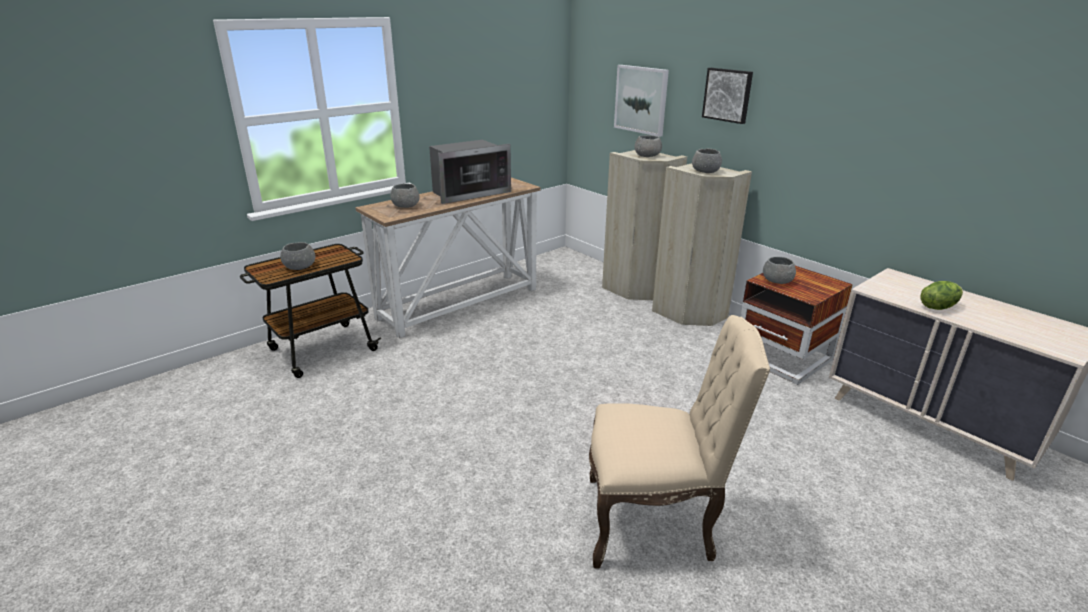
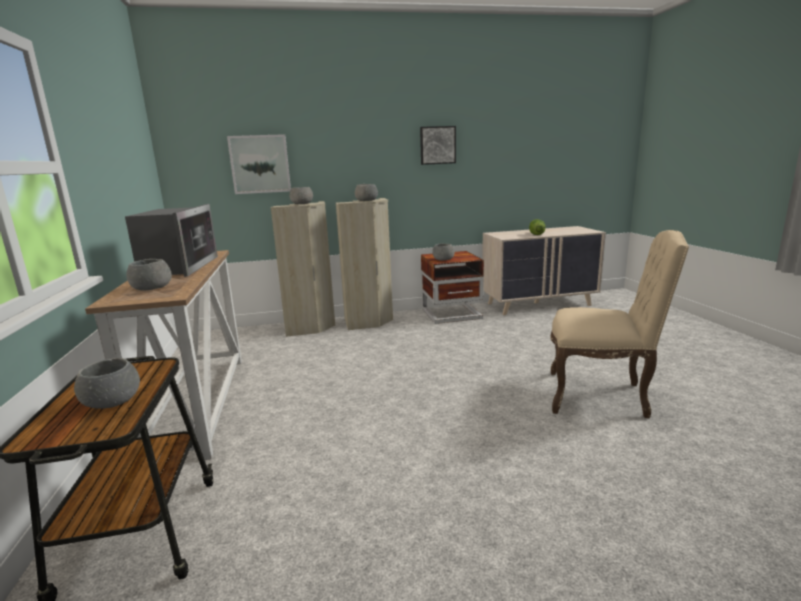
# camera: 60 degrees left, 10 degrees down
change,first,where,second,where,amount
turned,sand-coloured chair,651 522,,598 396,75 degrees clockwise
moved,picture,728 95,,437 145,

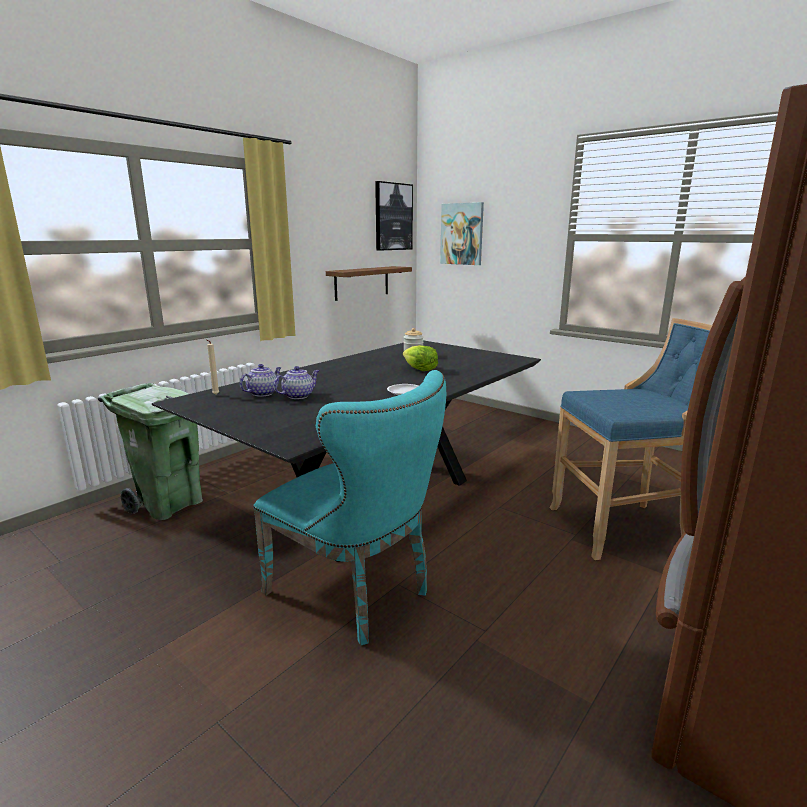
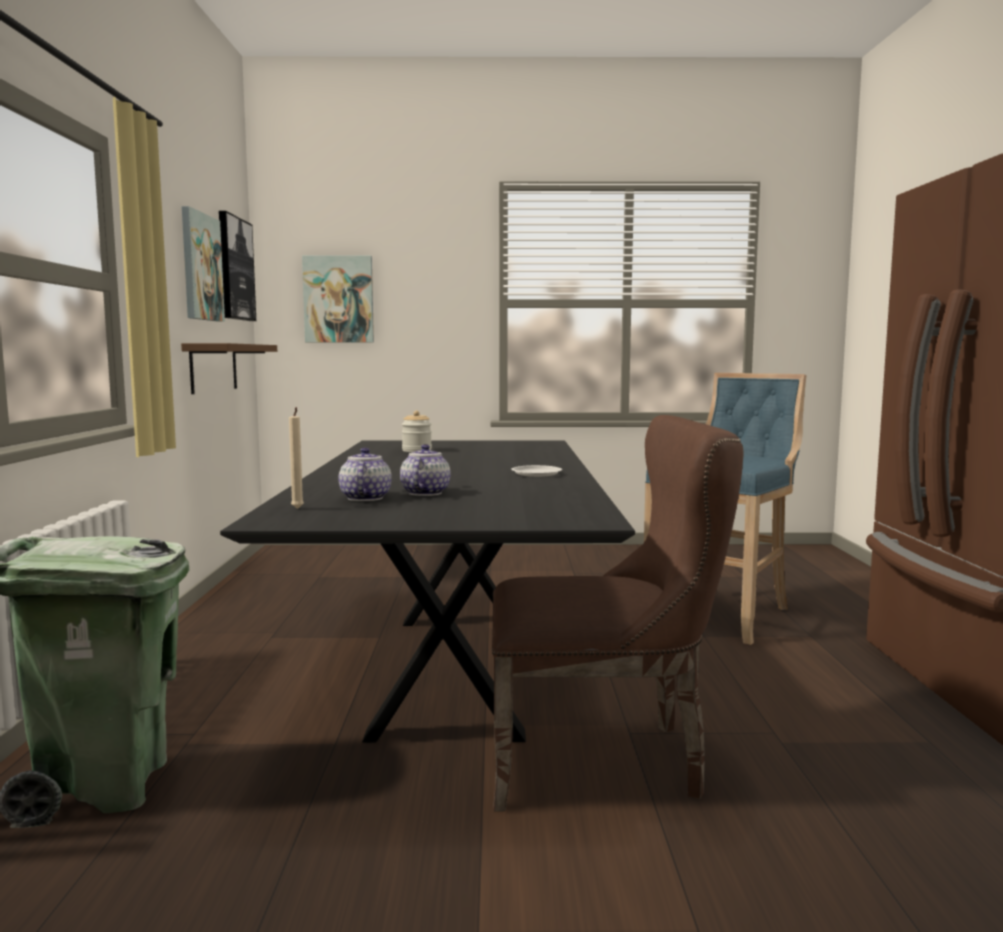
# camera: 40 degrees left, 10 degrees down
change,first,where,second,where,amount
recoloured,turquoise chair,357 593,brown chair,606 759,
removed,lettuce,419 369,,,
added,,,picture,200 267,

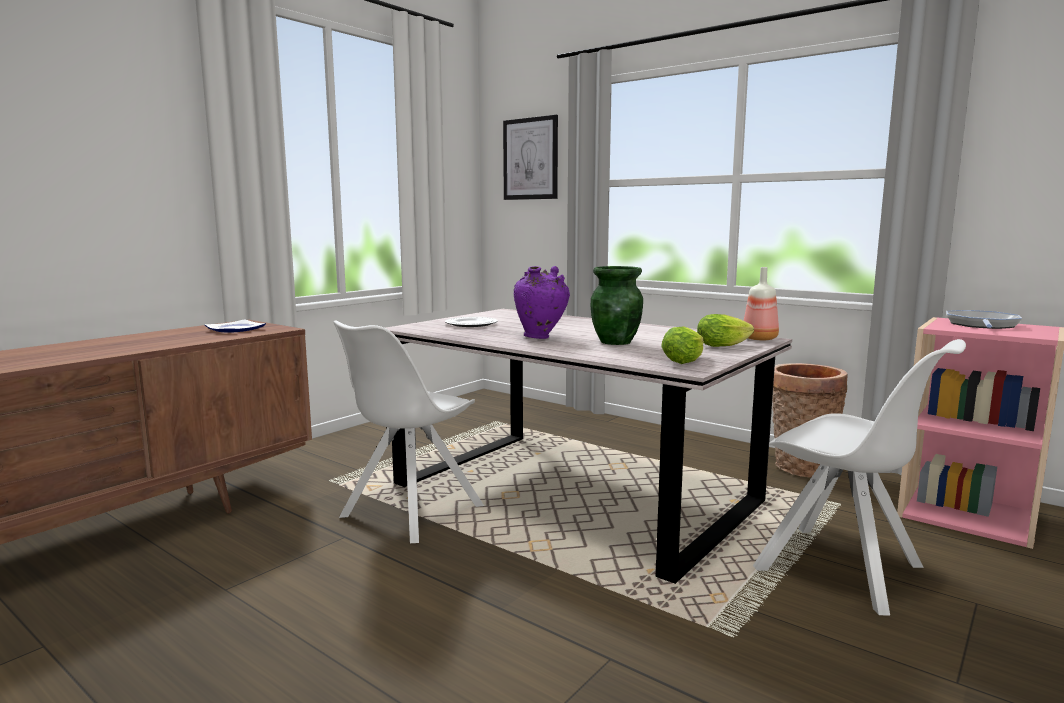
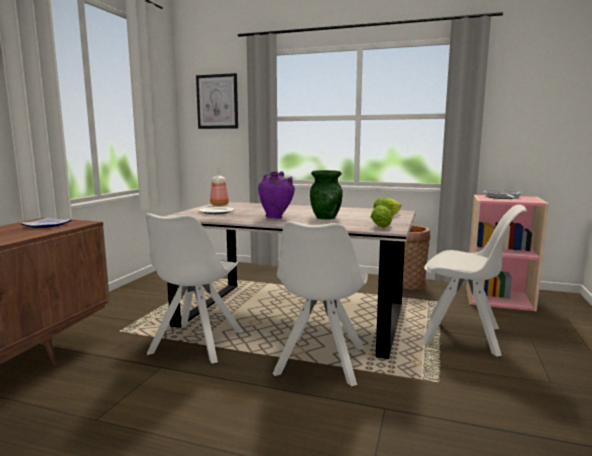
# camera: 20 degrees left, 0 degrees up
change,first,where,second,where,amount
moved,beverage bottle,760 338,,220 205,
added,,,white chair,319 362,

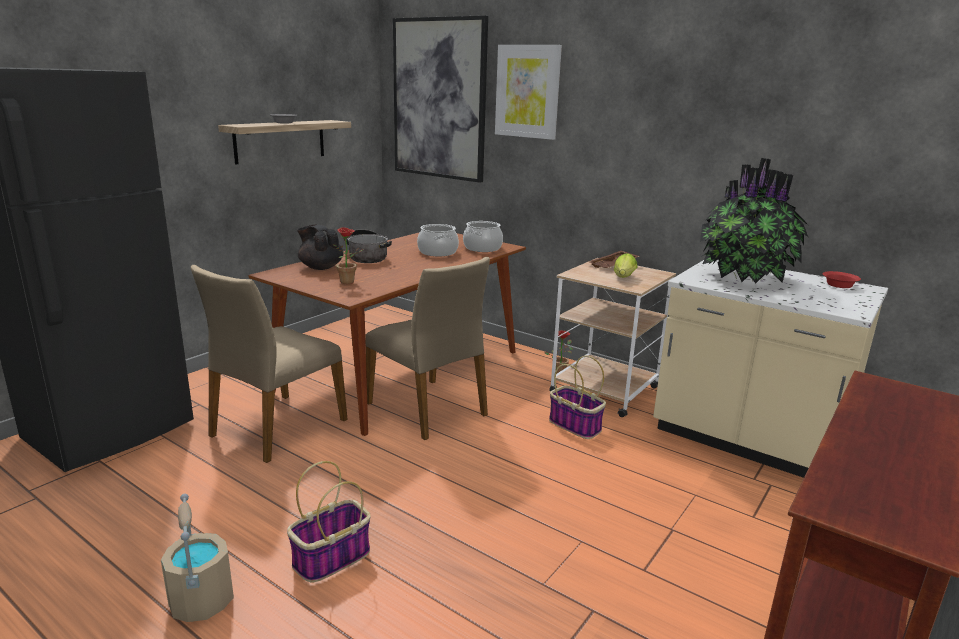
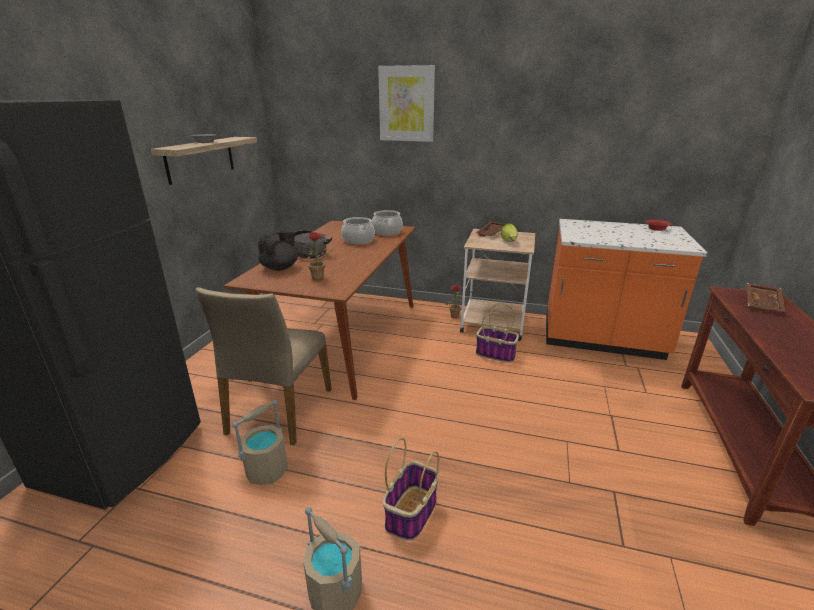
# camera: 20 degrees left, 5 degrees up
change,first,where,second,where,amount
turned,black pot for tea,320 267,,280 268,105 degrees clockwise
removed,sand-coloured chair,428 409,,,
removed,picture,439 99,,,
recoloured,sand-coloured kitchen counter,747 440,orange kitchen counter,602 340,
removed,houseplant,744 278,,,
added,,,sand-coloured bucket,267 470,
added,,,brown tray,763 304,

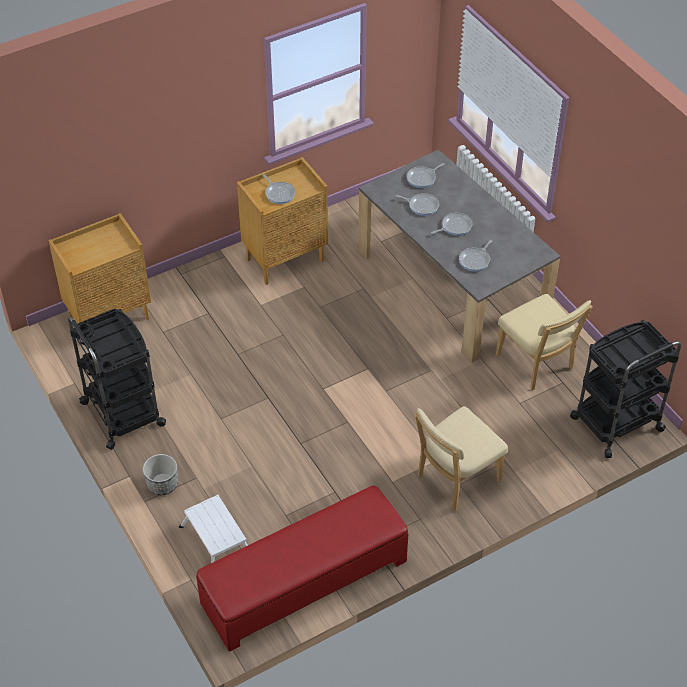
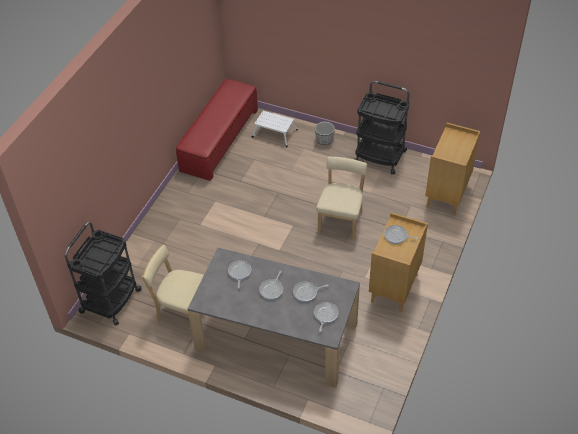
# camera: 145 degrees right, 0 degrees up
change,first,where,second,where,amount
moved,sand-coloured chair,455 480,,341 221,

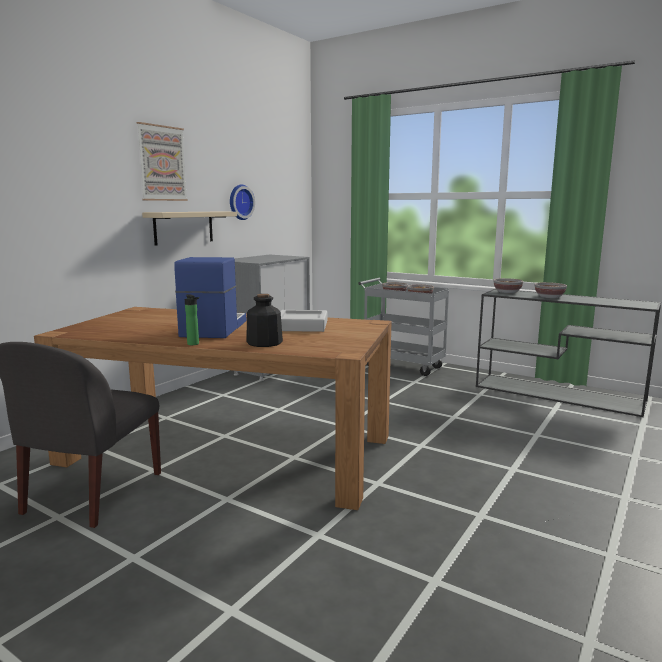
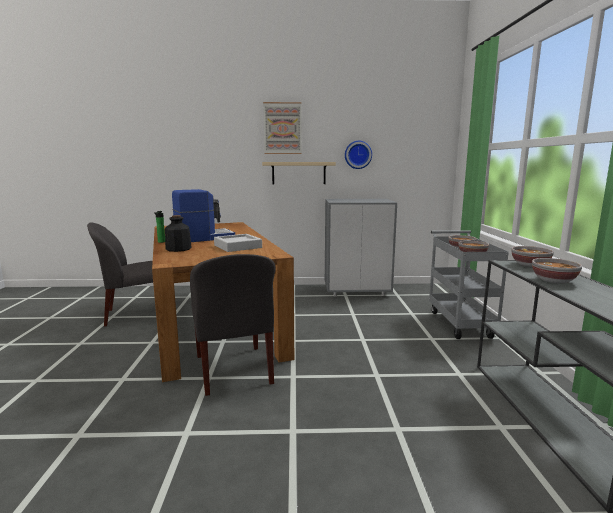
# camera: 55 degrees right, 0 degrees up
change,first,where,second,where,amount
added,,,greyish chair,234 371,

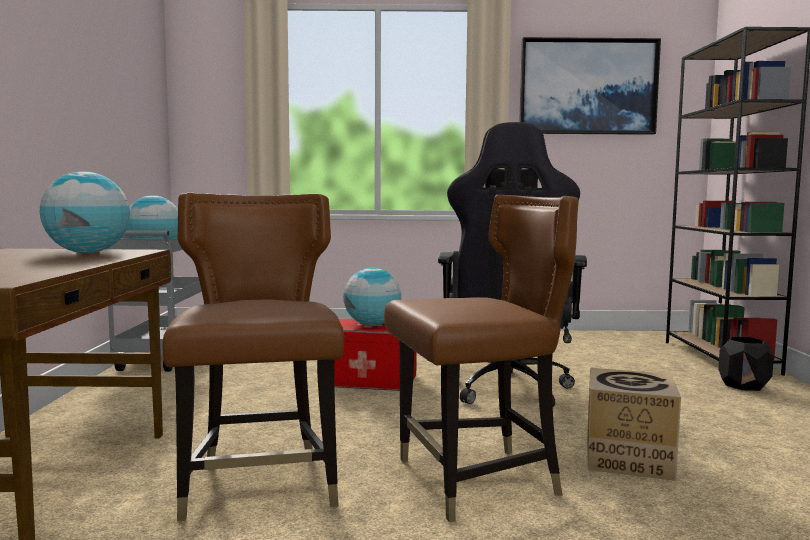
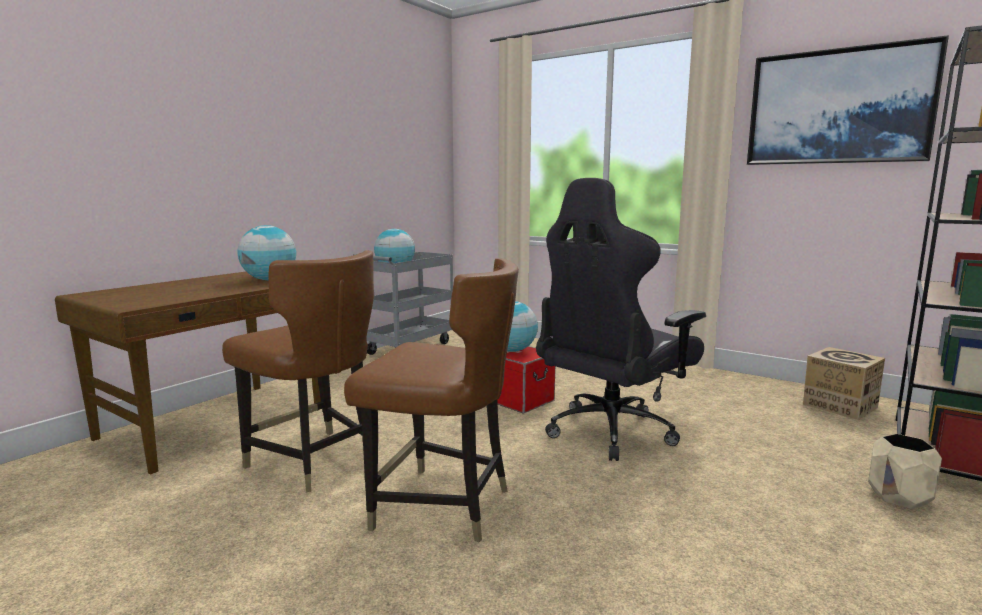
# camera: 35 degrees right, 5 degrees up
change,first,where,second,where,amount
turned,brown chair,261 485,,314 461,105 degrees clockwise
moved,carton,628 458,,839 405,
recoloured,black flower pot,744 386,sand-coloured flower pot,900 497,

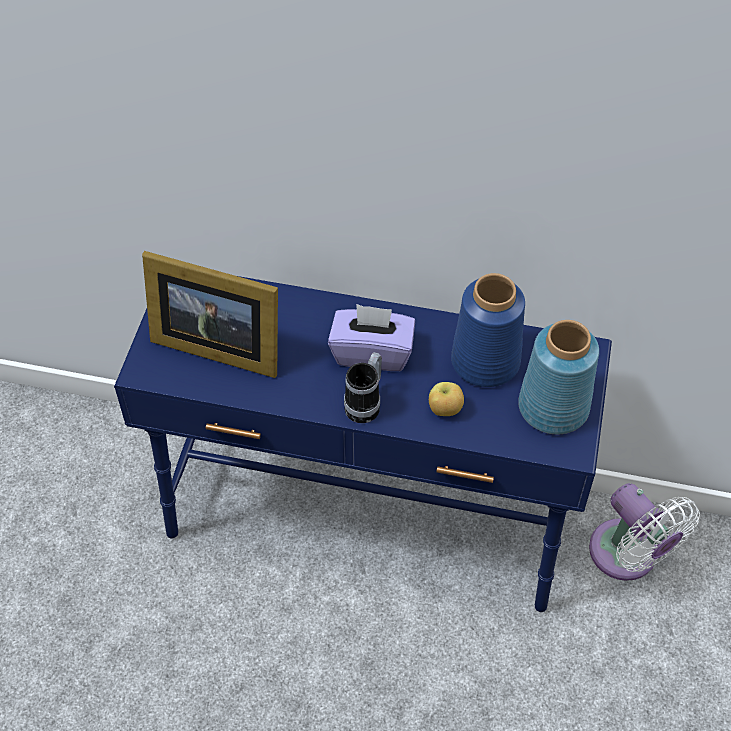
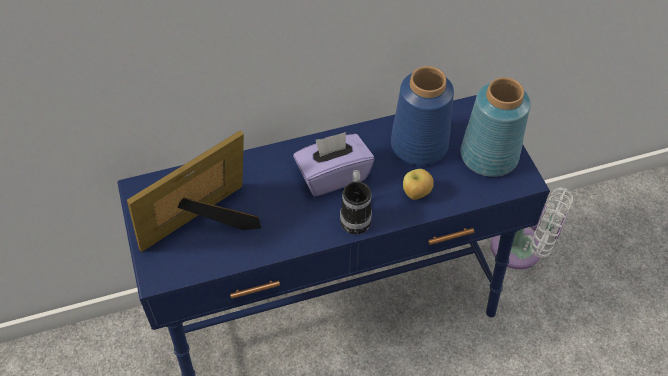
# camera: 30 degrees left, 0 degrees up
change,first,where,second,where,amount
turned,standing frame,215 343,,204 224,150 degrees clockwise

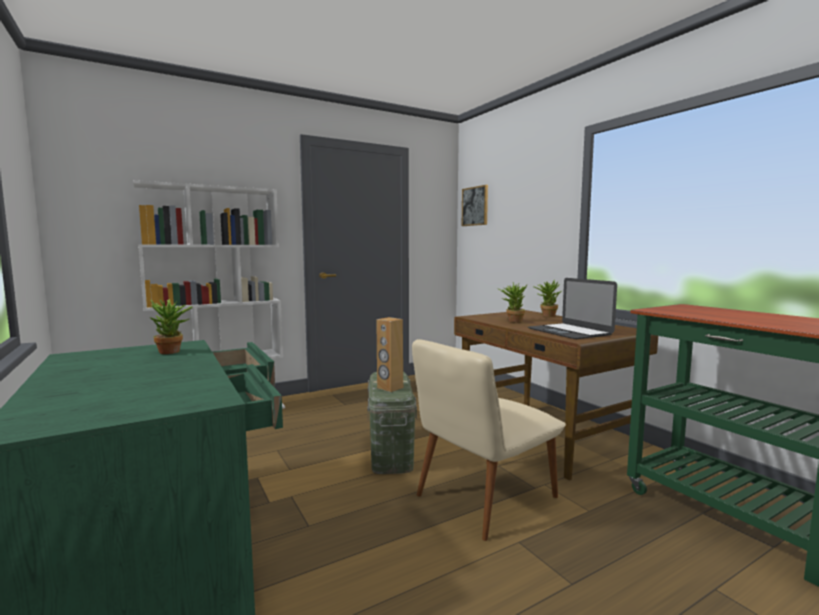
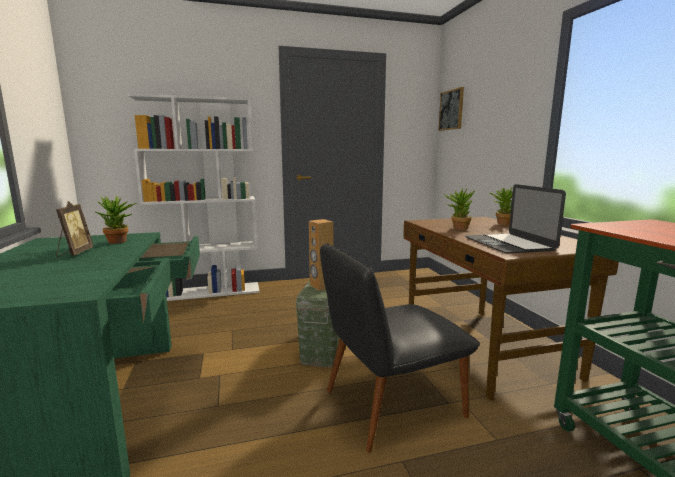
# camera: 15 degrees right, 5 degrees up
change,first,where,second,where,amount
recoloured,sand-coloured chair,486 496,black chair,393 403,
added,,,standing frame,74 253,

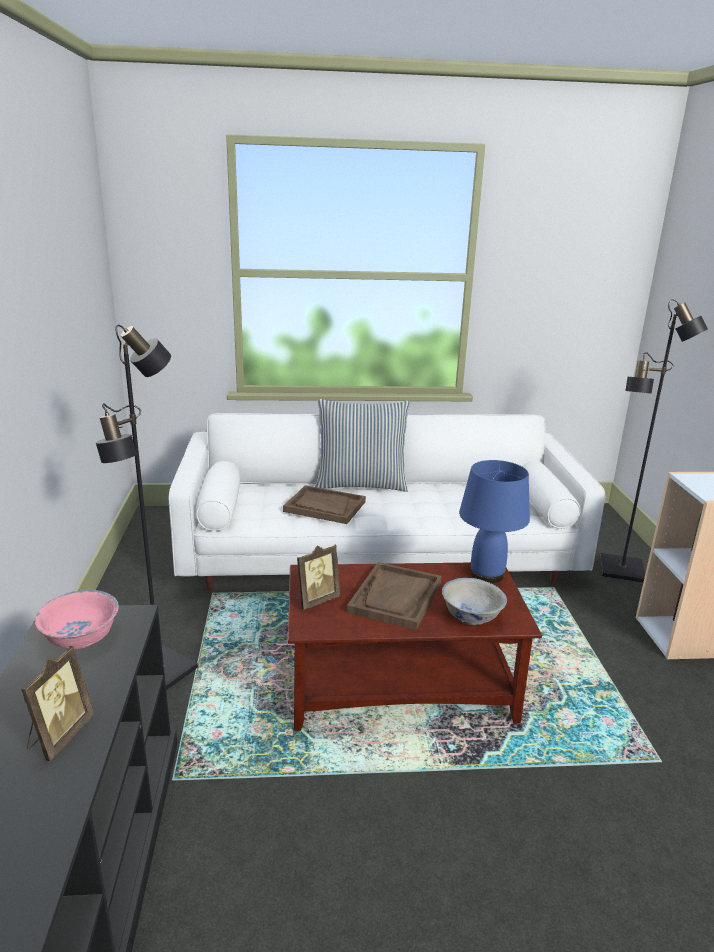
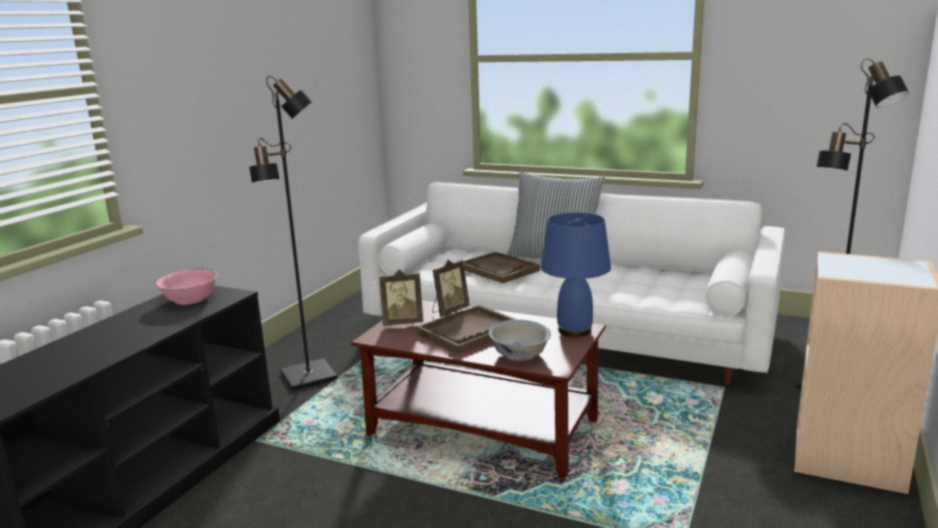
# camera: 30 degrees right, 5 degrees down
change,first,where,second,where,amount
moved,standing frame,59 736,,449 311,

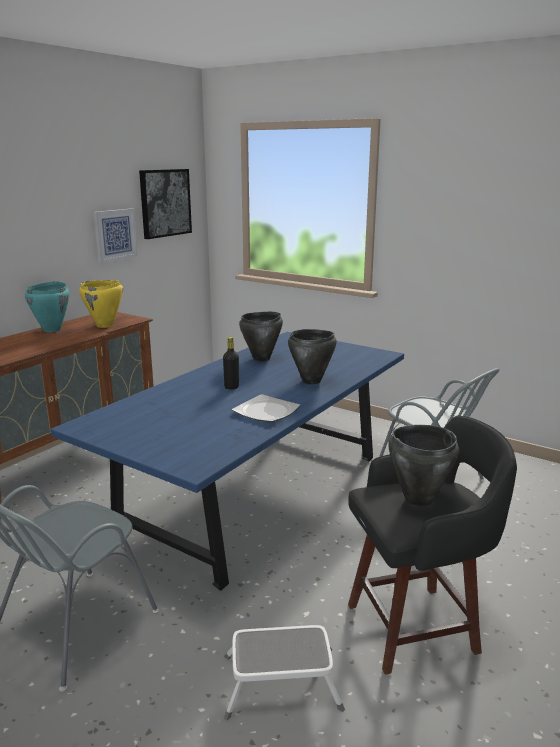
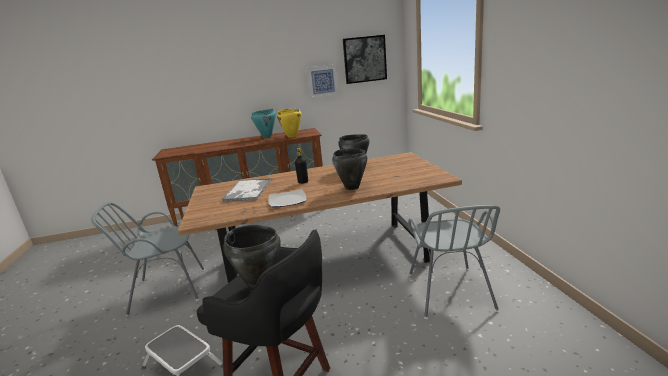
# camera: 45 degrees right, 0 degrees up
change,first,where,second,where,amount
recoloured,bluish dinner table,256 493,brown dinner table,326 258,
added,,,tray,247 191,

